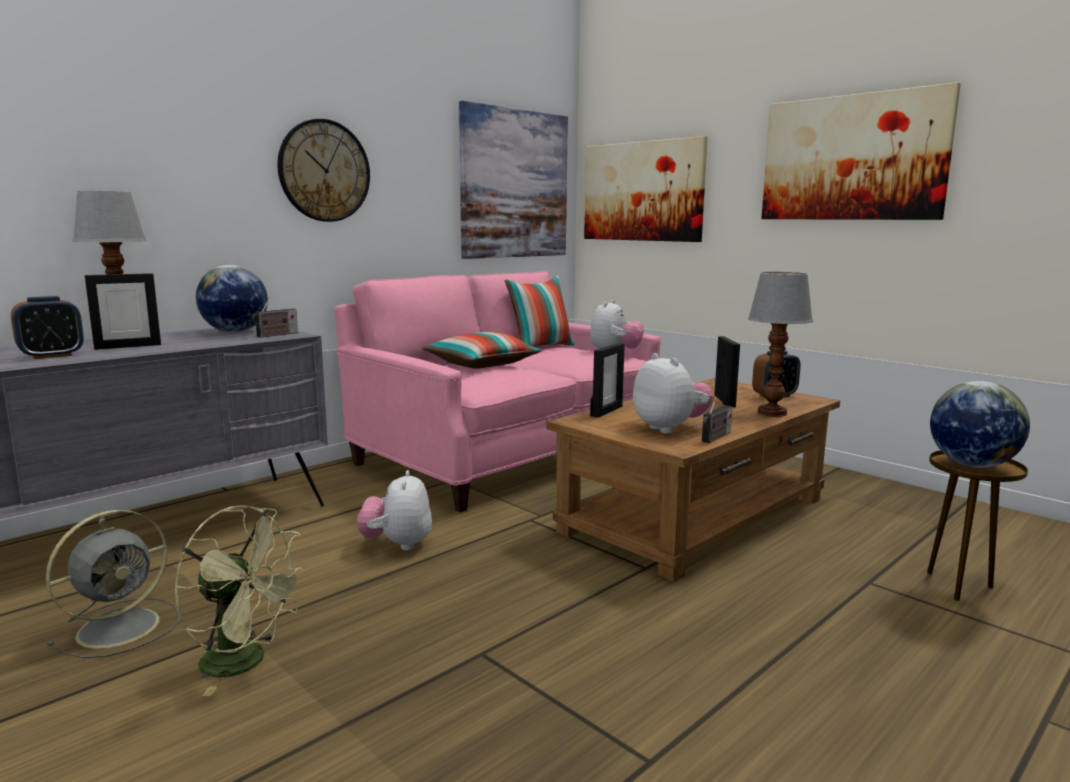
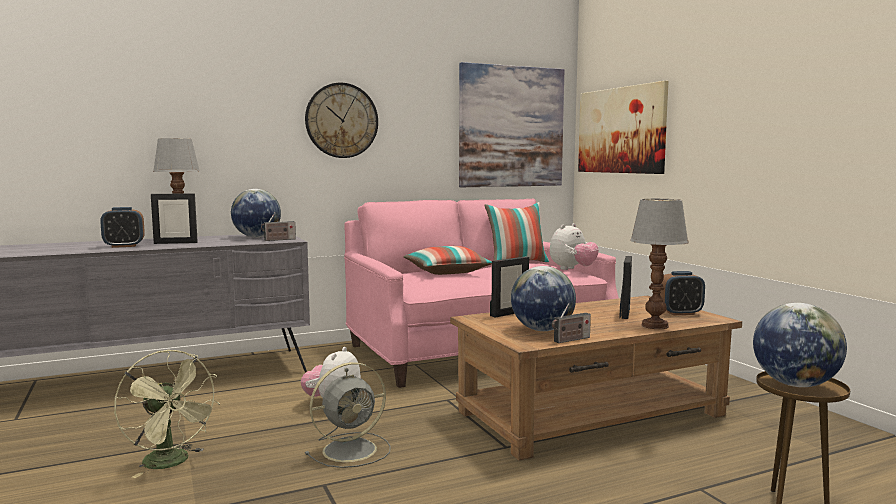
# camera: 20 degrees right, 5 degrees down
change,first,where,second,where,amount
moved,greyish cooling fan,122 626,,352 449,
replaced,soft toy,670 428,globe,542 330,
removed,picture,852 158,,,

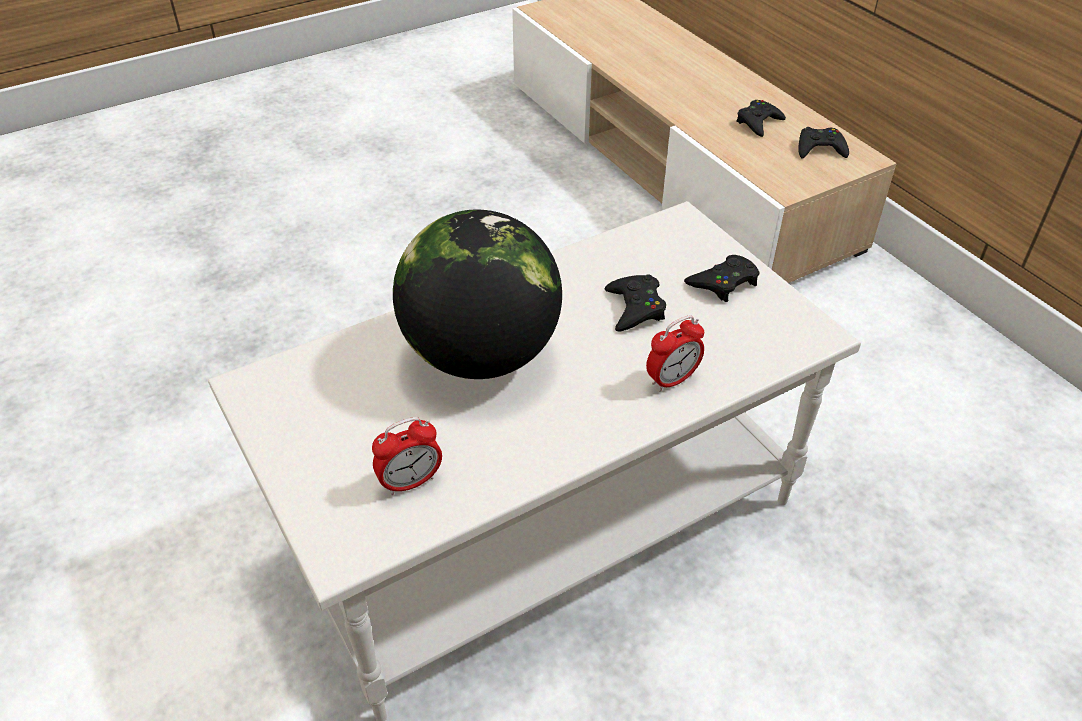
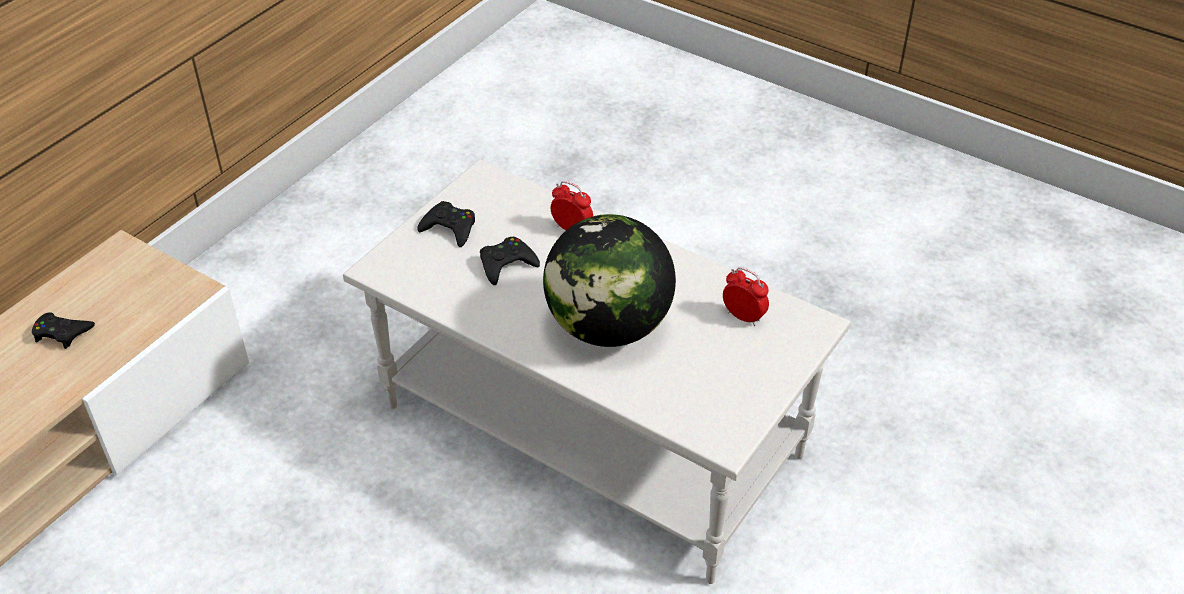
# camera: 115 degrees left, 0 degrees up
change,first,where,second,where,amount
removed,black gamepad,820 149,,,

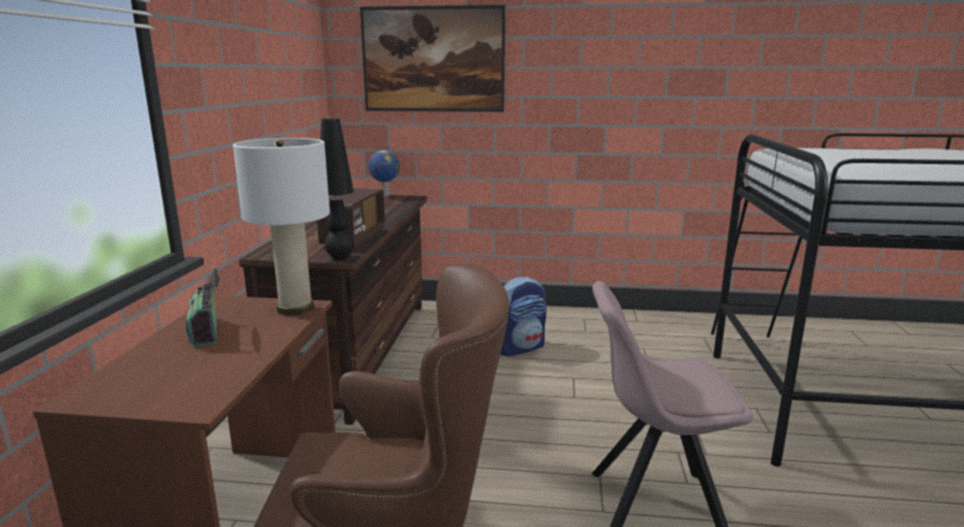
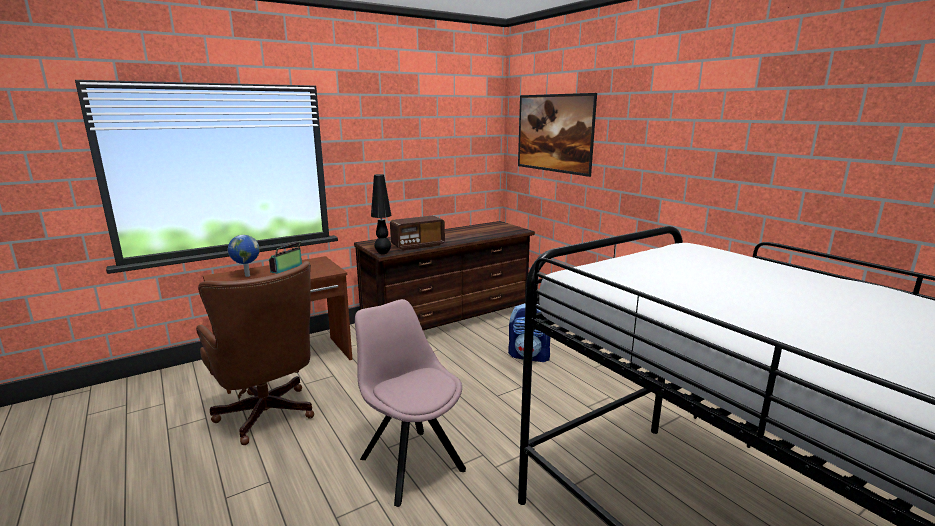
# camera: 50 degrees right, 0 degrees up
change,first,where,second,where,amount
removed,white lamp for a table,296 308,,,
moved,globe,385 196,,246 276,

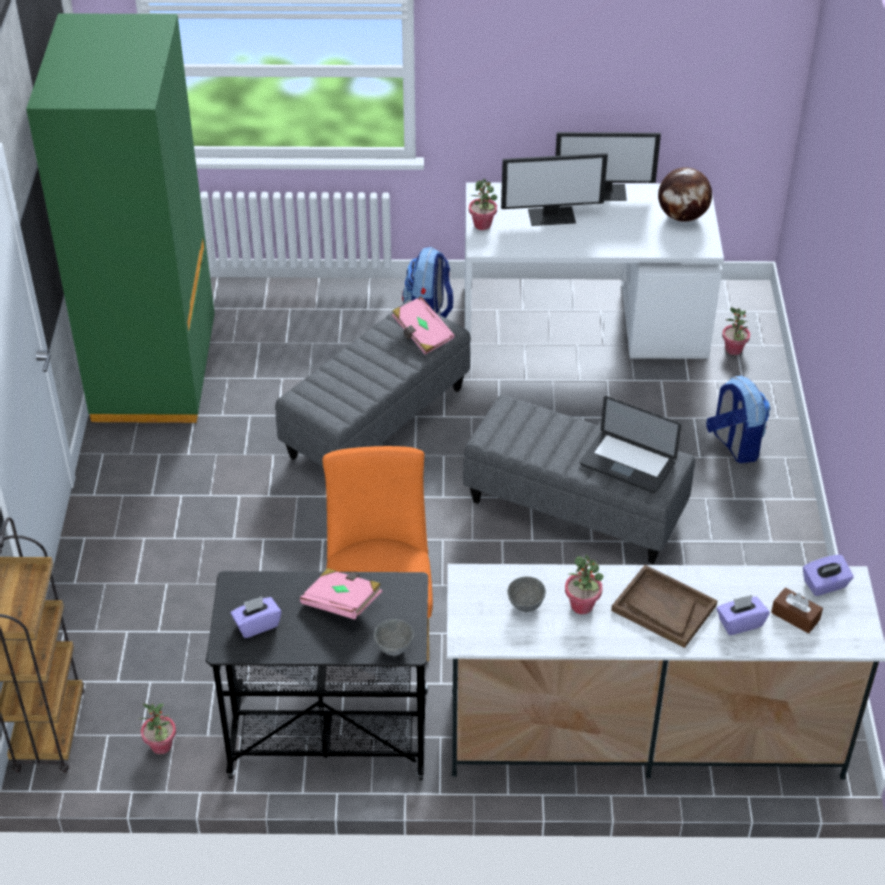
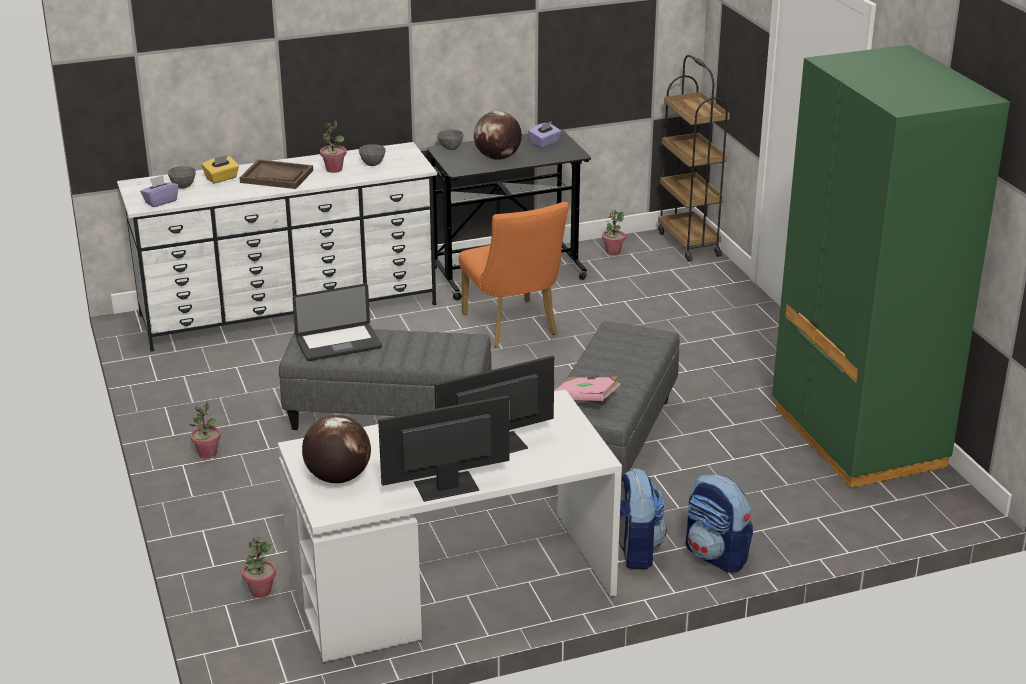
# camera: 160 degrees right, 15 degrees down
change,first,where,second,where,amount
replaced,pink bound book,342 603,globe,497 158,
moved,houseplant,482 225,,207 453,
turned,portable computer,627 464,,339 344,150 degrees clockwise
moved,rucksack,734 444,,716 556,
recoloured,purple-coloured box of tissues,740 623,yellow-coloured box of tissues,221 178,
replaced,brown box of tissues,795 616,greyish deep dish,182 186,

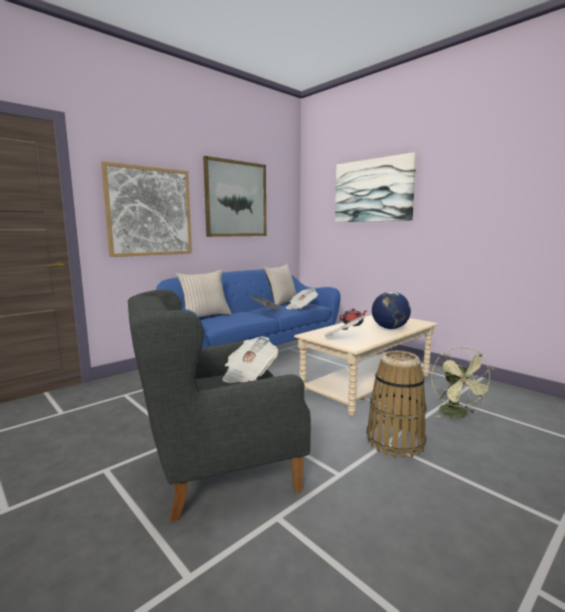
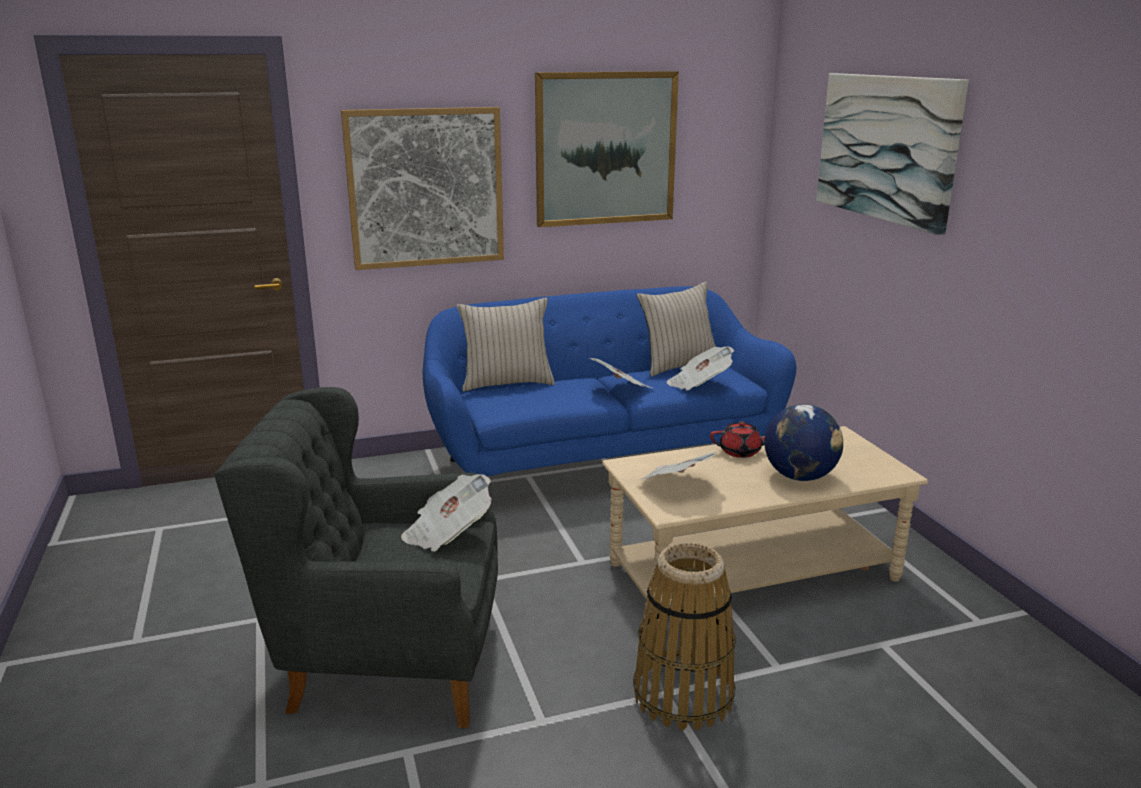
# camera: 25 degrees right, 10 degrees up
change,first,where,second,where,amount
removed,green-coloured cooling fan,457 415,,,

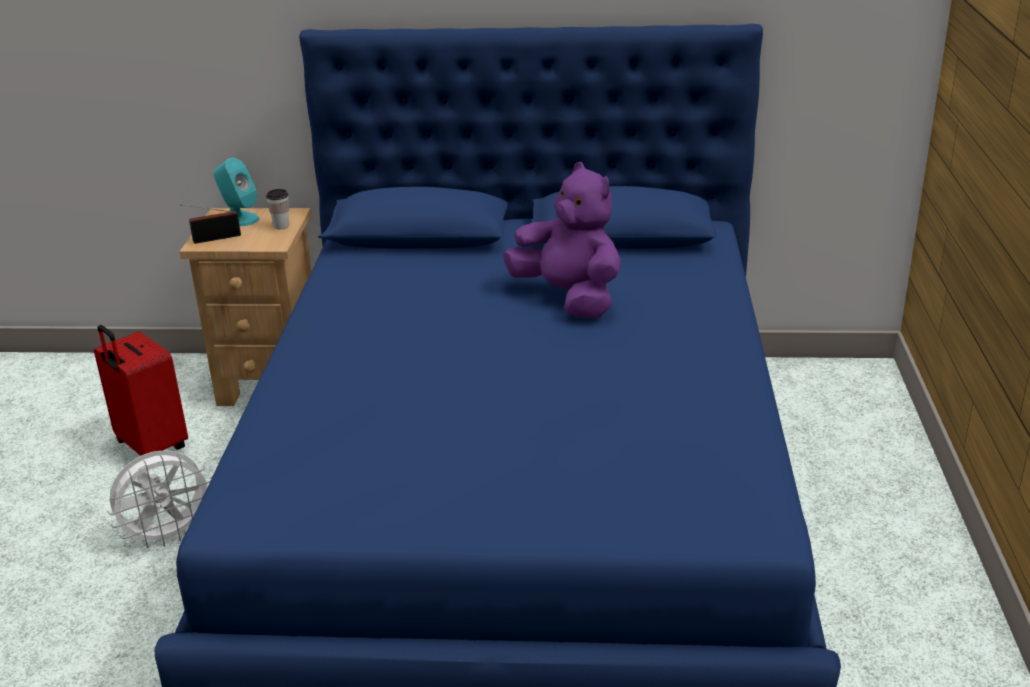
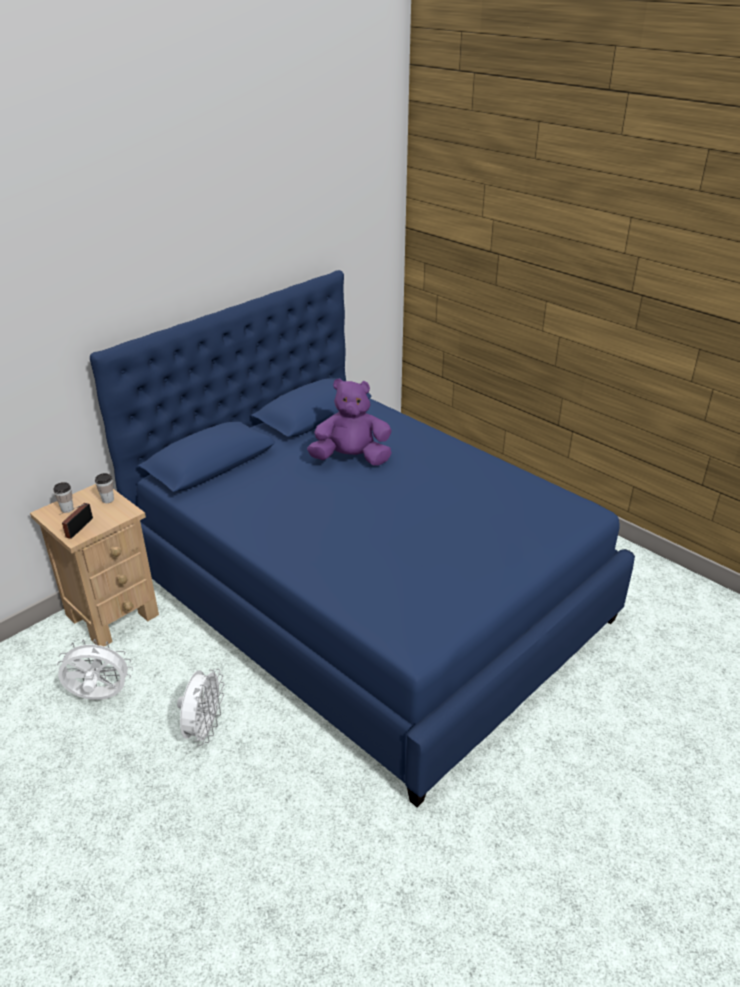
# camera: 50 degrees left, 5 degrees up
change,first,where,second,where,amount
replaced,red travel case,150 447,white cooling fan,99 697,
replaced,turquoise audio speaker,239 218,drinking cup,67 509,

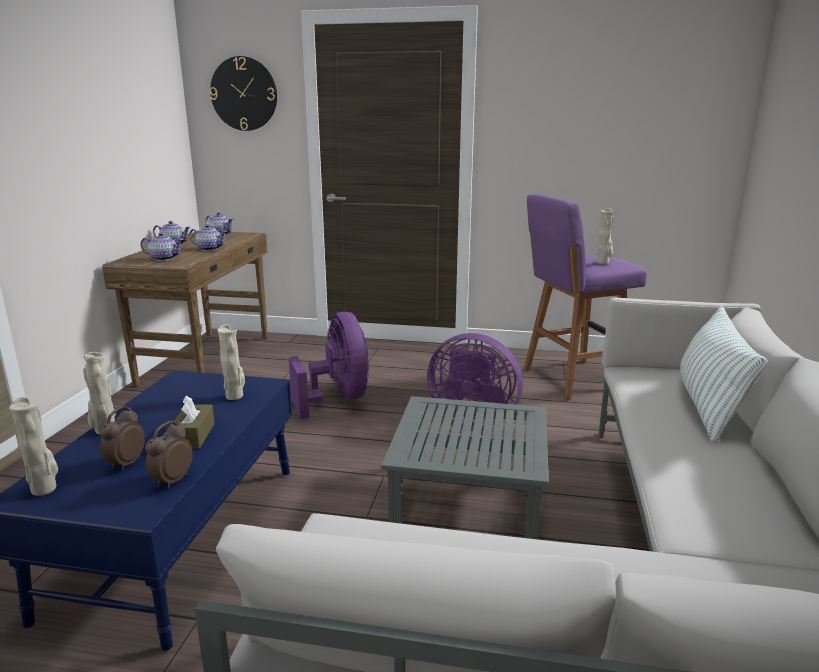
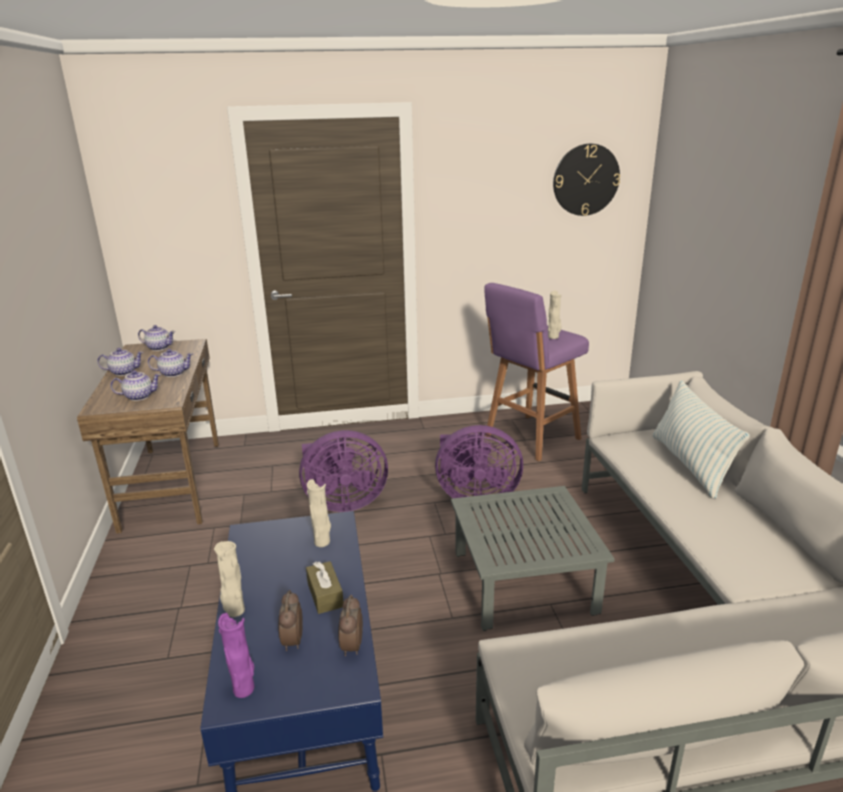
# camera: 20 degrees left, 5 degrees up
change,first,where,second,where,amount
recoloured,sand-coloured decorative vase,45 489,purple-coloured decorative vase,244 689,
moved,hanging clock,244 94,,586 180,
turned,purple-coloured cooling fan,338 399,,342 502,120 degrees clockwise

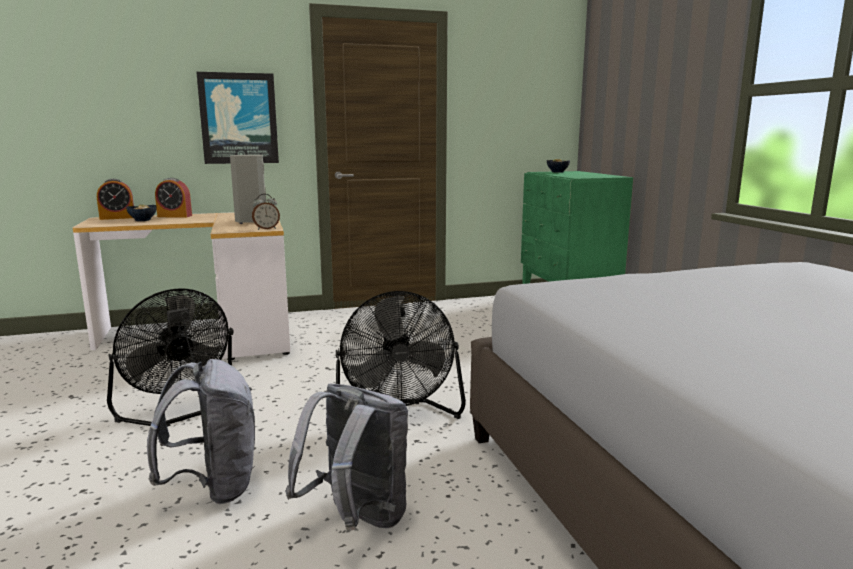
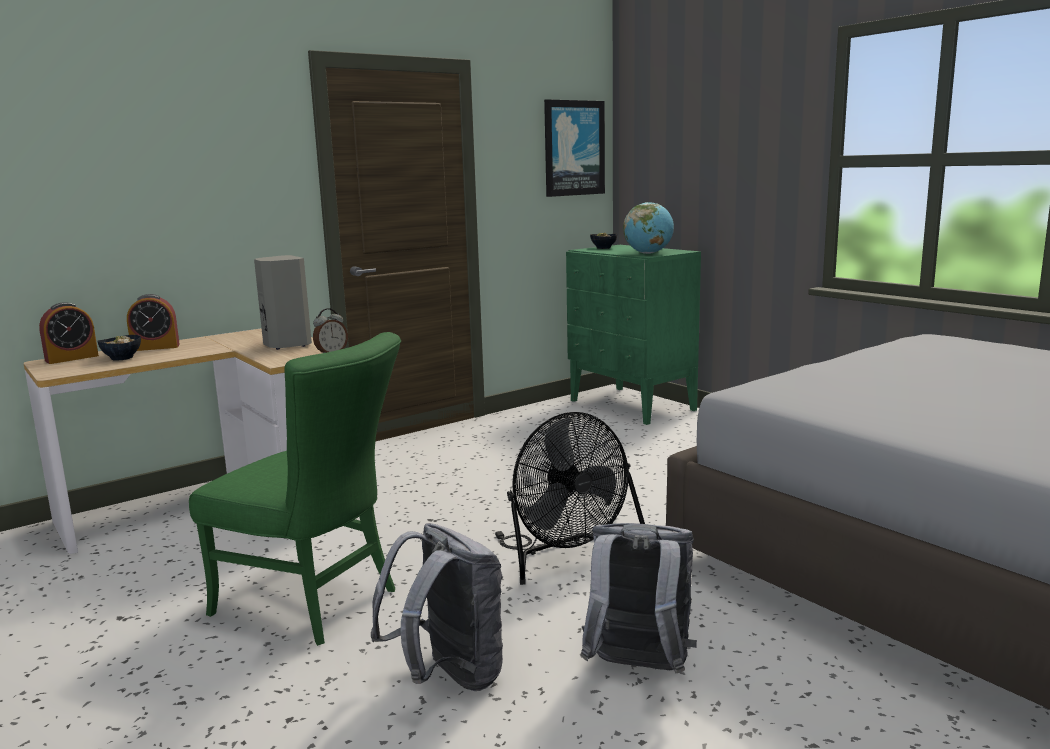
# camera: 20 degrees left, 0 degrees up
change,first,where,second,where,amount
replaced,black cooling fan,190 411,green-coloured chair,315 602,
moved,picture,239 118,,573 148,
added,,,globe,648 253,

